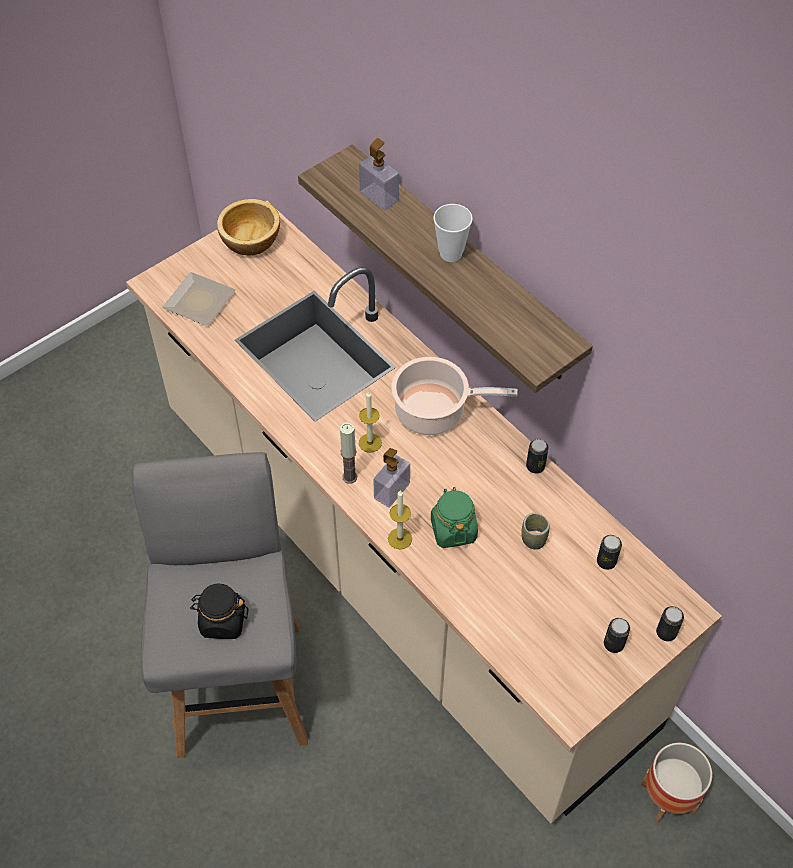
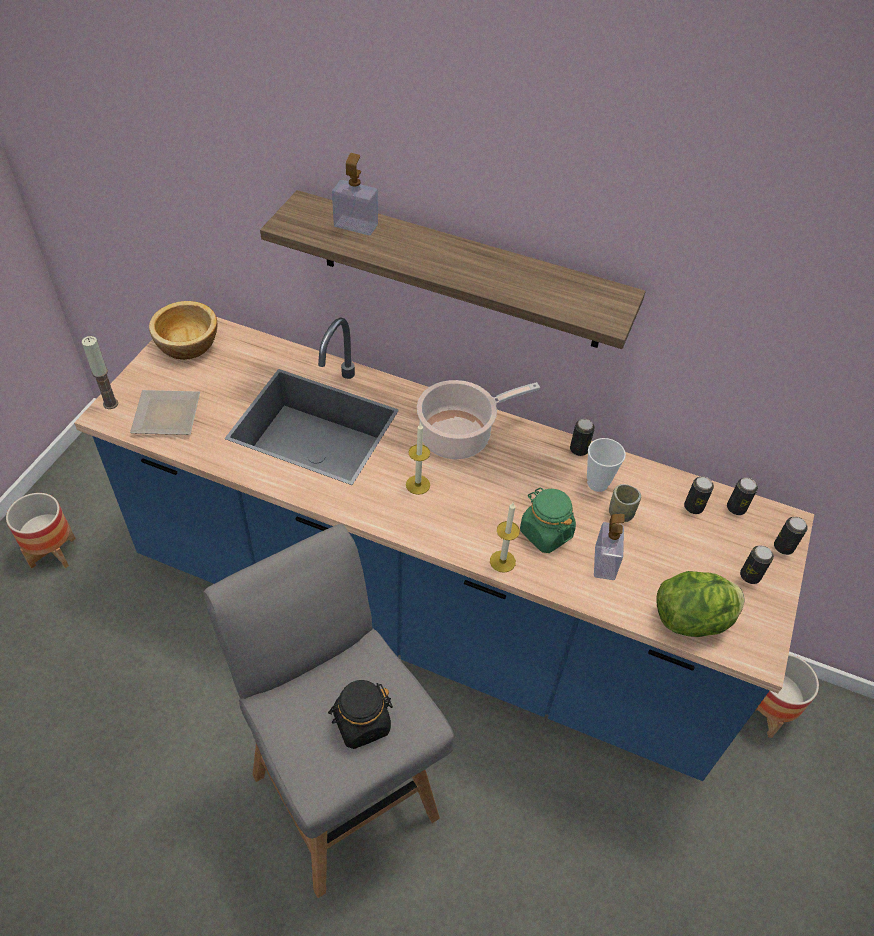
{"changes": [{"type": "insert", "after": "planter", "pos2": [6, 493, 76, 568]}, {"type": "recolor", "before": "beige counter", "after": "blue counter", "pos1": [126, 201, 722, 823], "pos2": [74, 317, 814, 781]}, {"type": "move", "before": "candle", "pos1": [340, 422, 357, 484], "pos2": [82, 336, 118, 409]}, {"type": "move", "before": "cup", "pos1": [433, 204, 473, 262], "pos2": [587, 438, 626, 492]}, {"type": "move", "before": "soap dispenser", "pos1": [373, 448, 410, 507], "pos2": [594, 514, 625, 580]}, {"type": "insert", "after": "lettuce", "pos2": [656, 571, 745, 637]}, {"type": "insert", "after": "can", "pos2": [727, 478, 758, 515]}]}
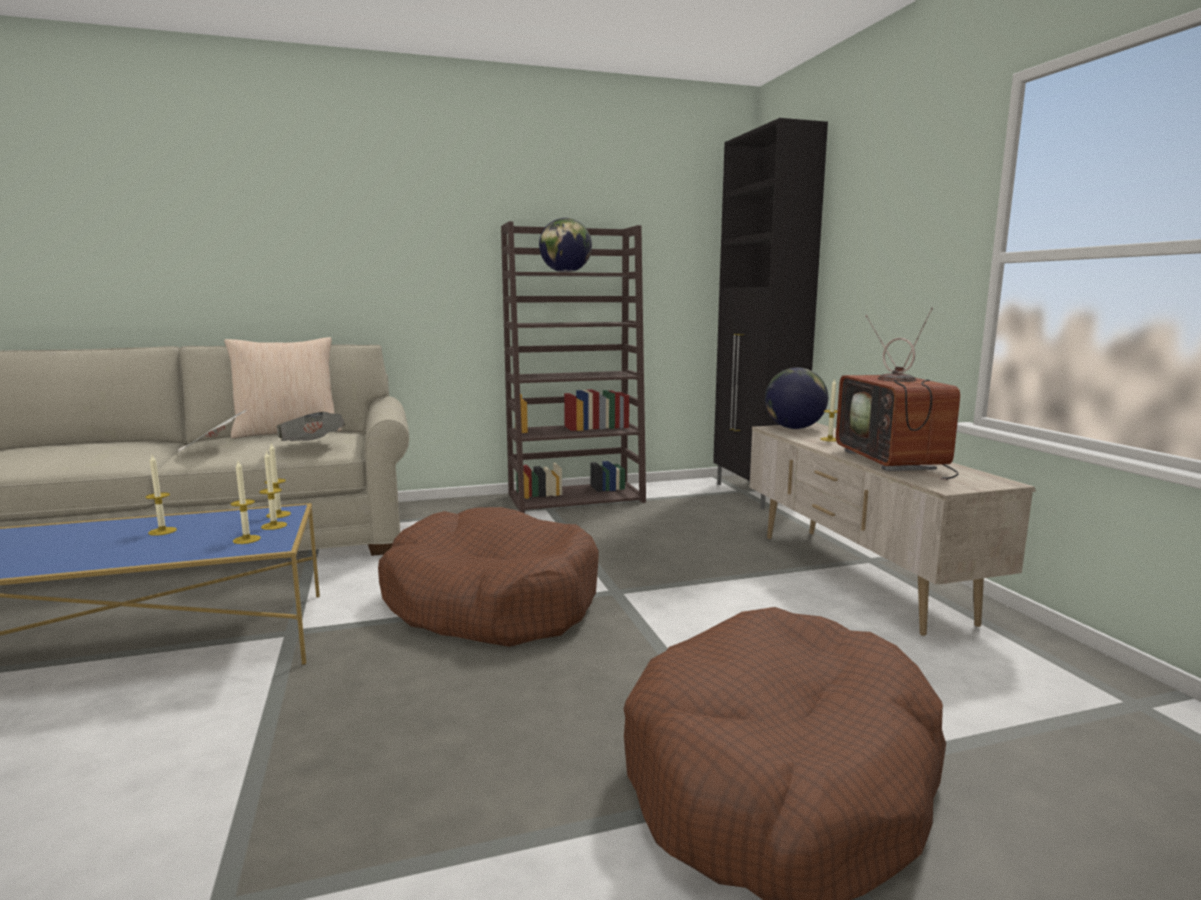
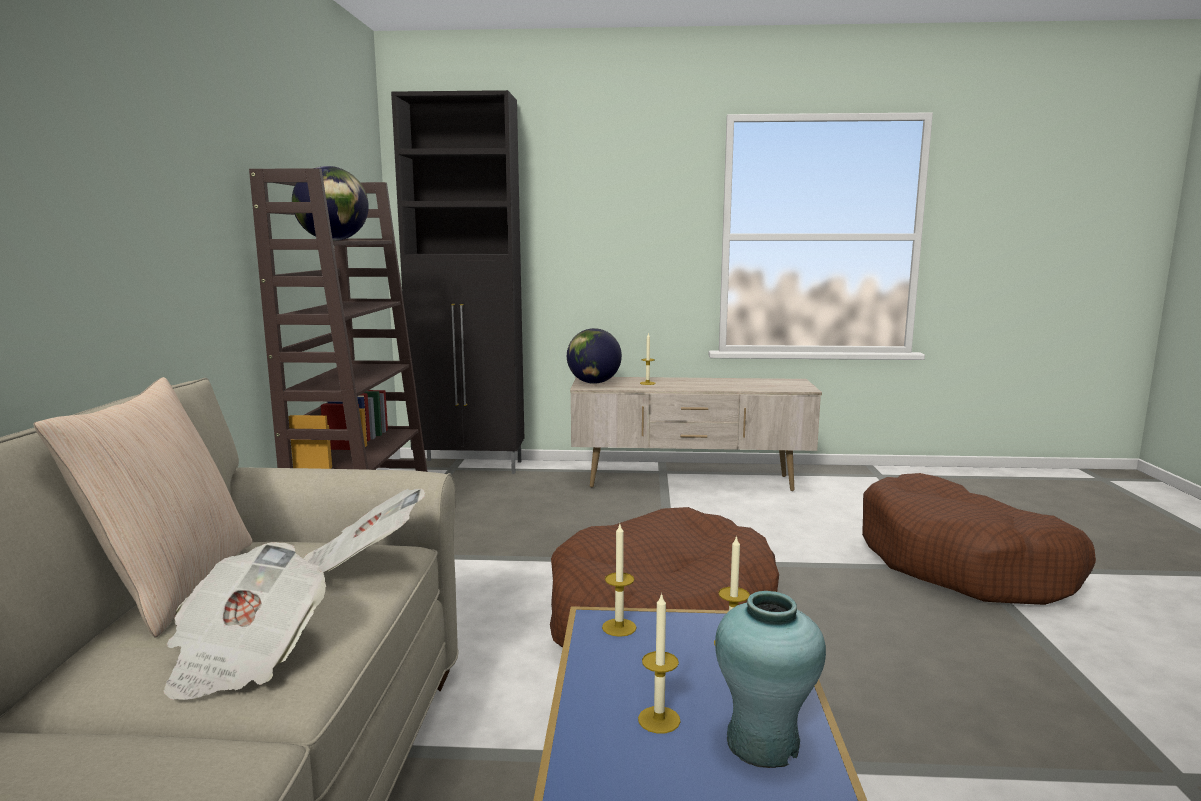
{"changes": [{"type": "insert", "after": "turquoise vase", "pos2": [715, 591, 826, 768]}, {"type": "delete", "before": "candle", "pos1": [259, 450, 287, 530]}, {"type": "delete", "before": "television", "pos1": [836, 307, 960, 480]}]}
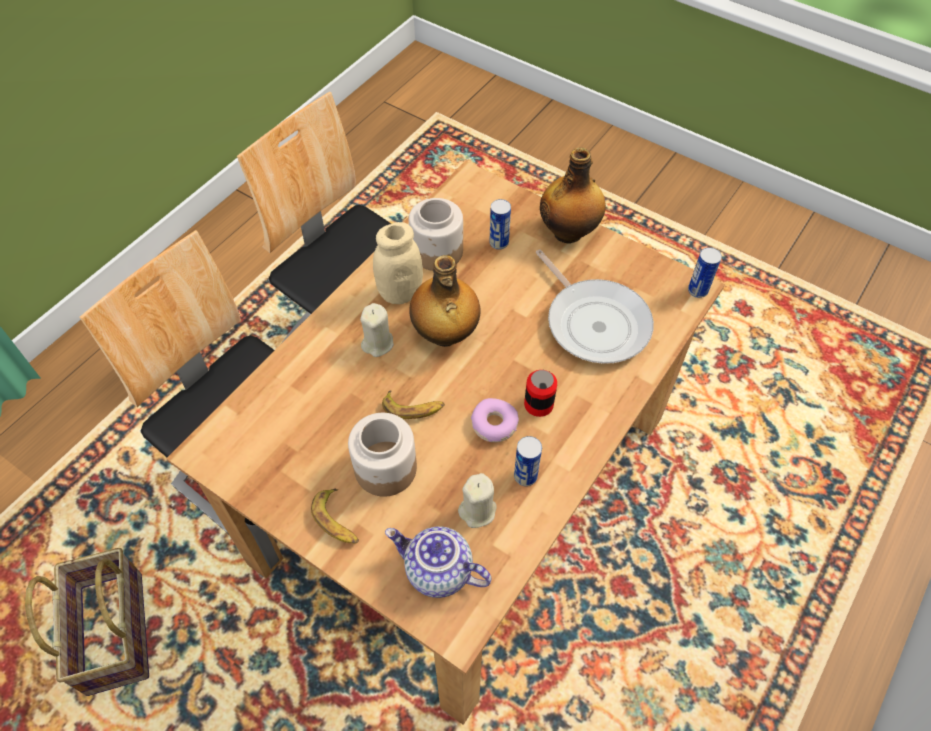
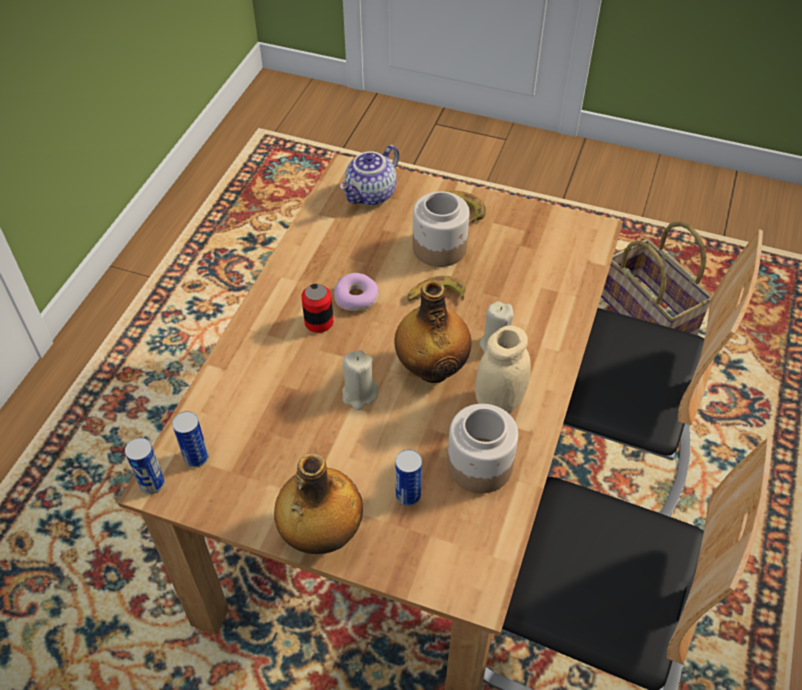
{"changes": [{"type": "move", "before": "can", "pos1": [514, 436, 542, 486], "pos2": [172, 411, 209, 468]}, {"type": "rotate", "before": "teapot", "pos1": [385, 526, 492, 598], "pos2": [340, 145, 399, 206], "turn": 120}, {"type": "move", "before": "beige candle", "pos1": [458, 473, 497, 528], "pos2": [342, 350, 378, 410]}, {"type": "delete", "before": "frying pan", "pos1": [536, 249, 654, 364]}]}
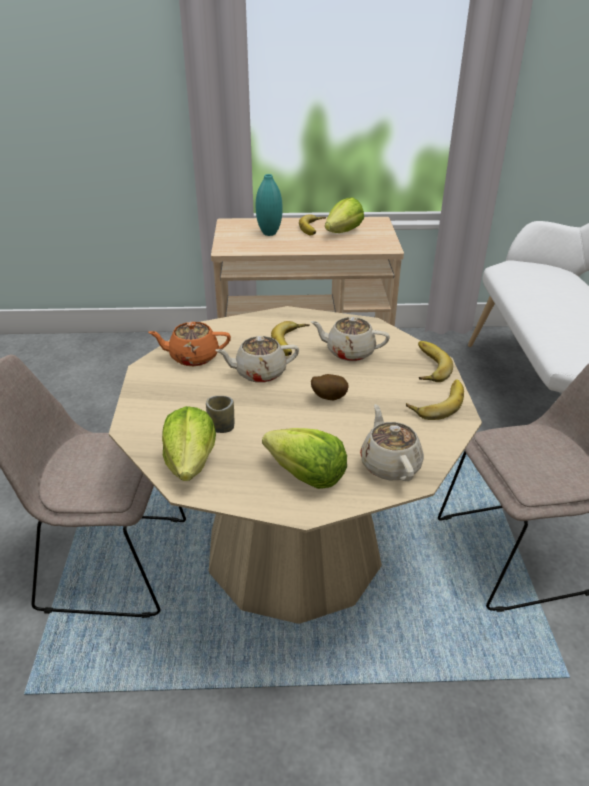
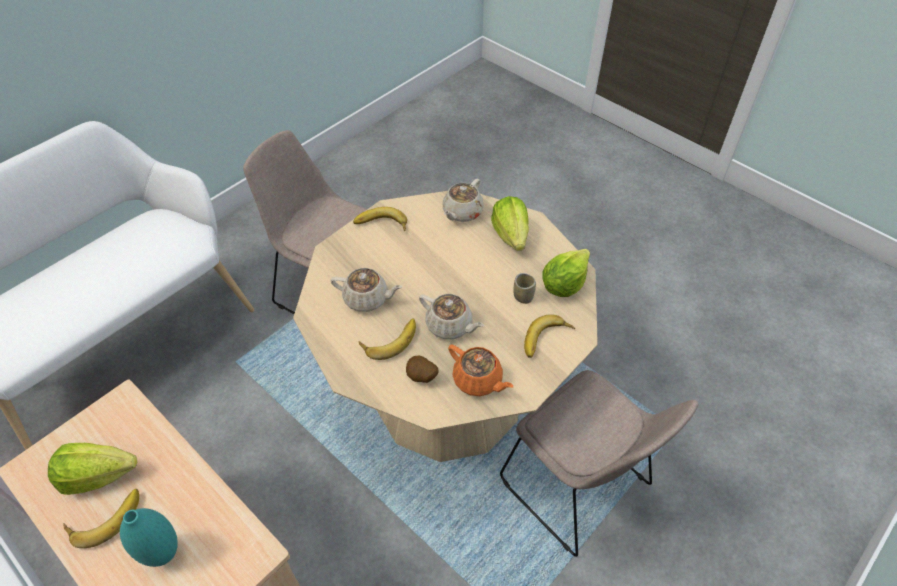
{"changes": [{"type": "rotate", "before": "beige teapot", "pos1": [310, 317, 390, 361], "pos2": [331, 268, 402, 312], "turn": -45}, {"type": "move", "before": "potato", "pos1": [311, 374, 349, 400], "pos2": [406, 356, 439, 383]}, {"type": "move", "before": "banana", "pos1": [418, 341, 453, 382], "pos2": [524, 314, 575, 358]}]}
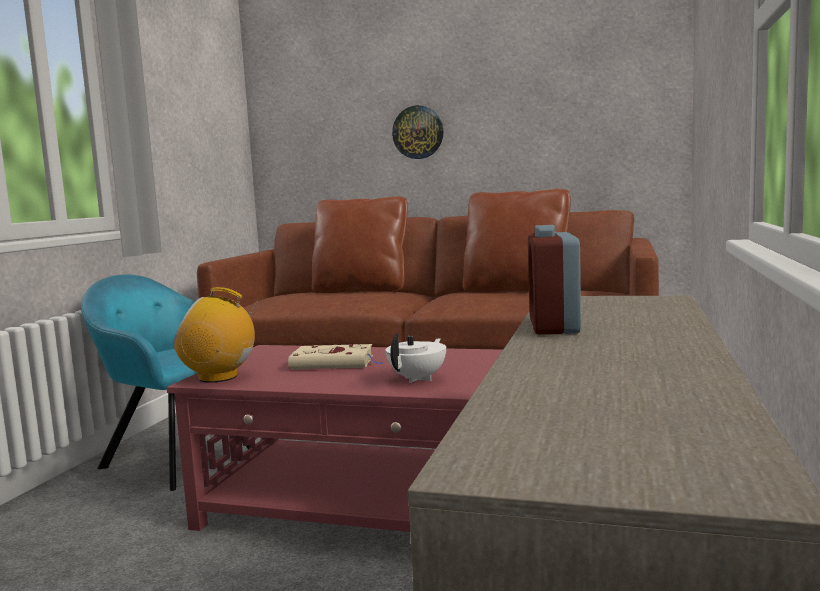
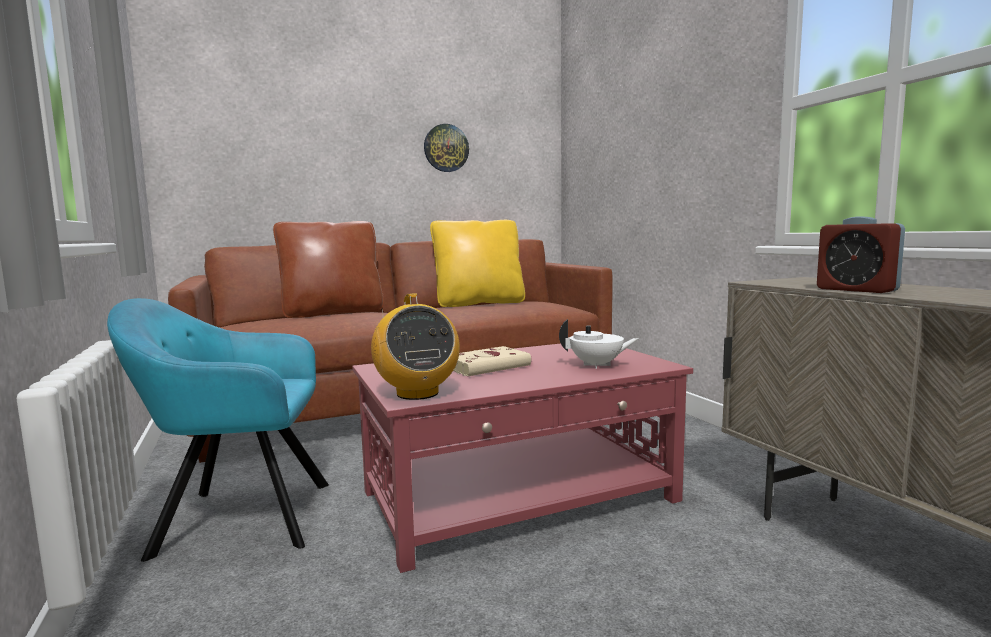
{"changes": [{"type": "rotate", "before": "radio", "pos1": [173, 287, 259, 383], "pos2": [371, 293, 460, 400], "turn": -75}, {"type": "move", "before": "wall clock", "pos1": [392, 105, 444, 159], "pos2": [424, 124, 469, 172]}, {"type": "recolor", "before": "brown pillow", "after": "yellow pillow", "pos1": [463, 189, 571, 292], "pos2": [430, 220, 525, 307]}, {"type": "rotate", "before": "white teapot", "pos1": [386, 333, 446, 383], "pos2": [559, 319, 639, 369], "turn": 105}]}
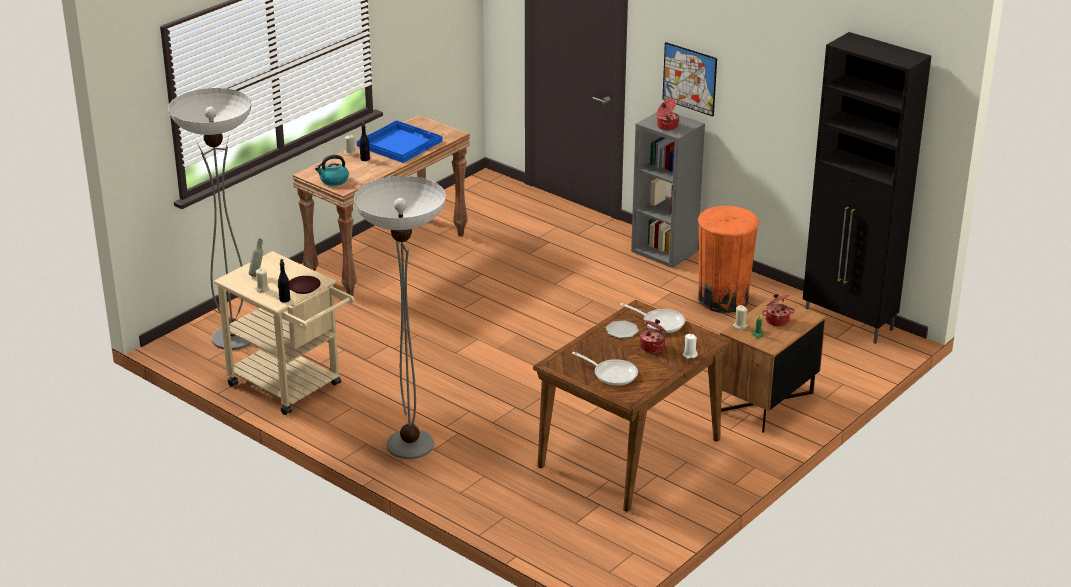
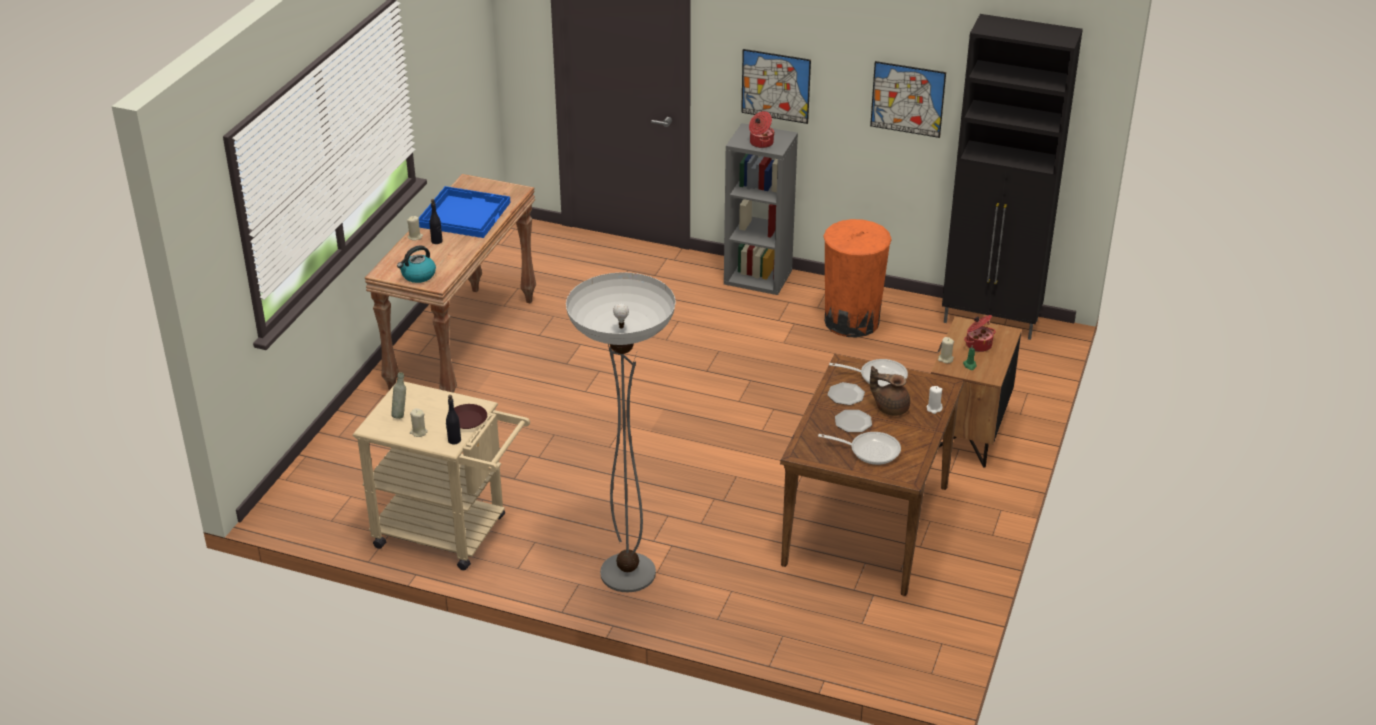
{"changes": [{"type": "insert", "after": "plate", "pos2": [835, 410, 872, 432]}, {"type": "insert", "after": "picture", "pos2": [870, 61, 946, 138]}, {"type": "replace", "before": "cooking pot", "after": "brown teapot", "pos1": [640, 319, 667, 353], "pos2": [870, 366, 910, 416]}, {"type": "delete", "before": "floor lamp", "pos1": [168, 88, 252, 350]}]}
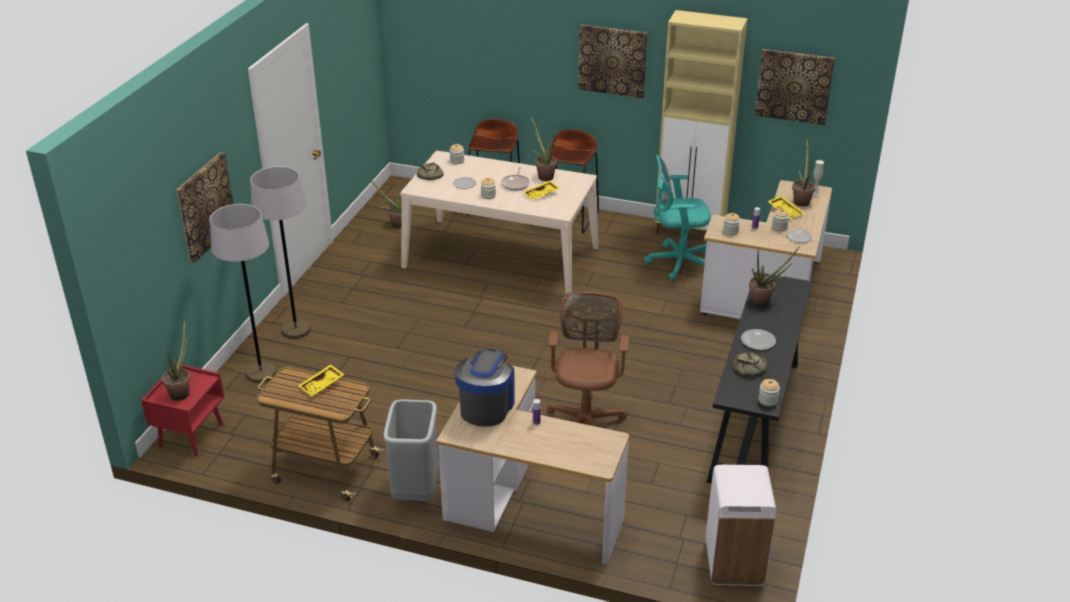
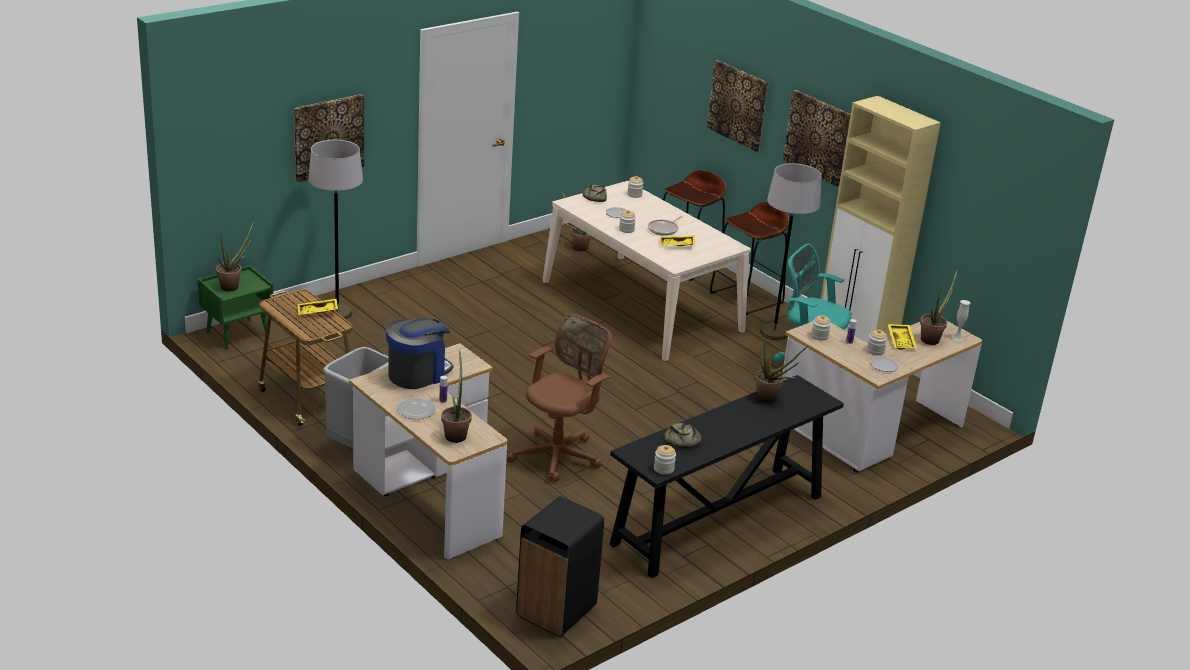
{"changes": [{"type": "recolor", "before": "red nightstand", "after": "green nightstand", "pos1": [141, 364, 224, 456], "pos2": [198, 265, 274, 349]}, {"type": "move", "before": "plate", "pos1": [741, 329, 776, 350], "pos2": [397, 398, 436, 419]}, {"type": "move", "before": "potted plant", "pos1": [531, 117, 557, 181], "pos2": [441, 350, 472, 443]}, {"type": "recolor", "before": "white trash can", "after": "black trash can", "pos1": [706, 465, 777, 586], "pos2": [516, 497, 604, 636]}, {"type": "move", "before": "picture", "pos1": [755, 49, 835, 125], "pos2": [707, 60, 768, 152]}, {"type": "move", "before": "grey floor lamp", "pos1": [250, 166, 311, 339], "pos2": [760, 163, 822, 340]}]}
